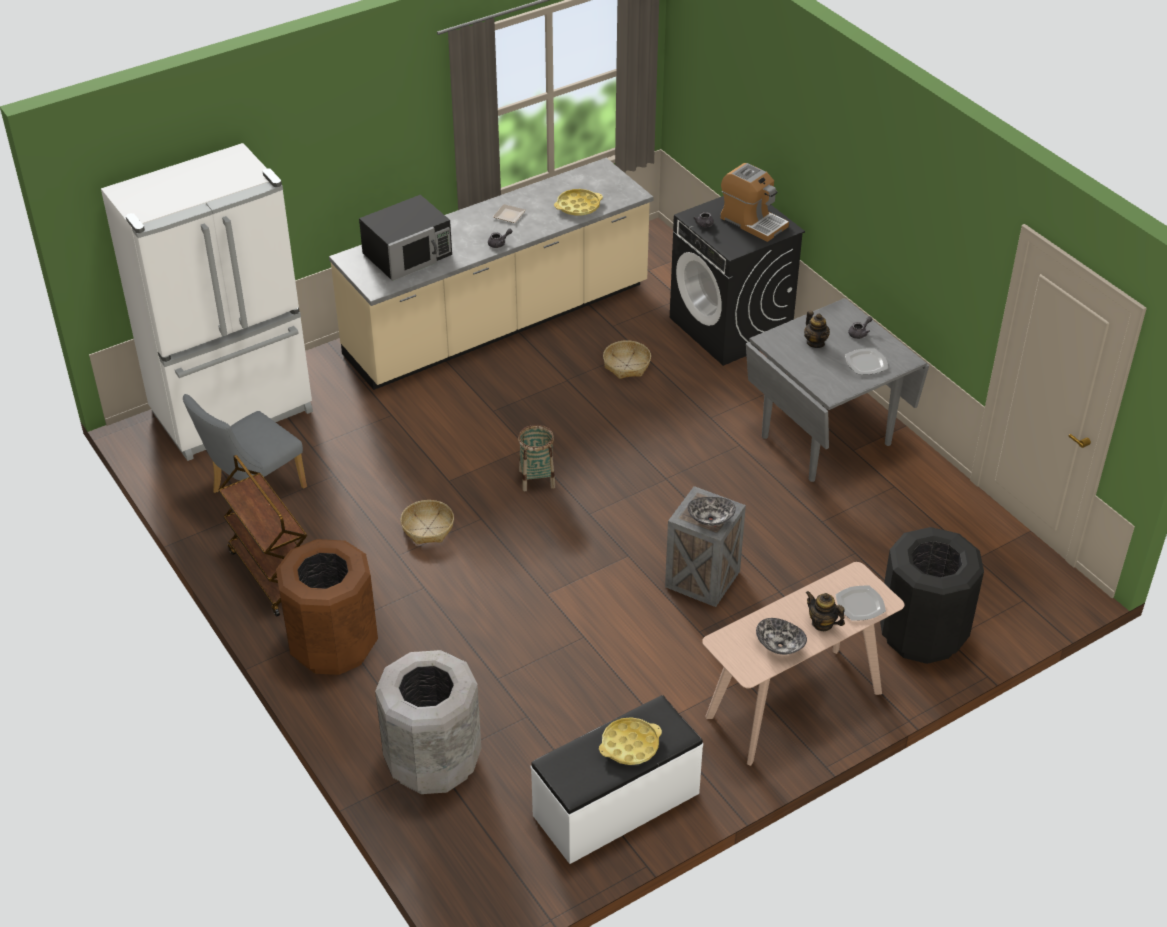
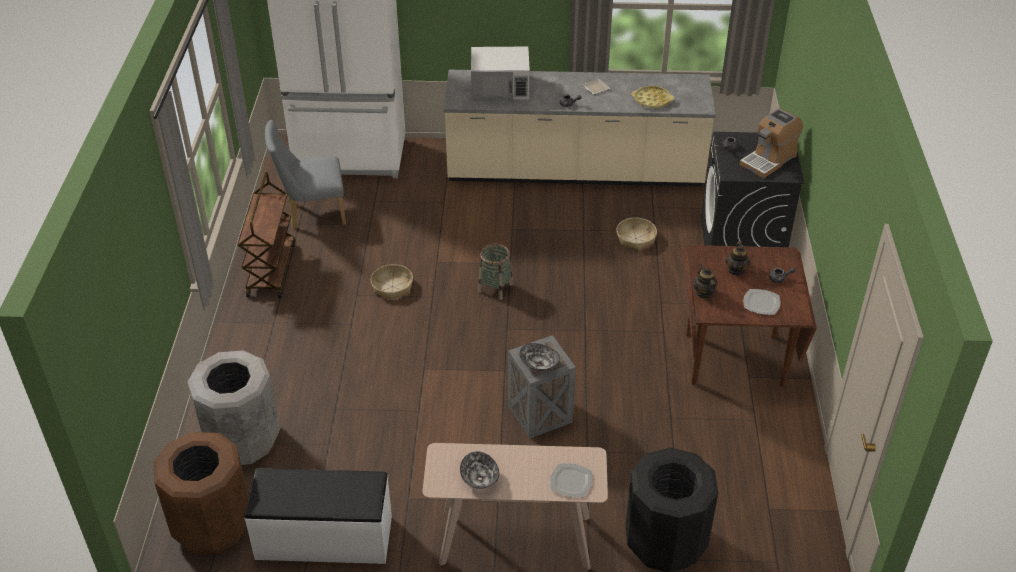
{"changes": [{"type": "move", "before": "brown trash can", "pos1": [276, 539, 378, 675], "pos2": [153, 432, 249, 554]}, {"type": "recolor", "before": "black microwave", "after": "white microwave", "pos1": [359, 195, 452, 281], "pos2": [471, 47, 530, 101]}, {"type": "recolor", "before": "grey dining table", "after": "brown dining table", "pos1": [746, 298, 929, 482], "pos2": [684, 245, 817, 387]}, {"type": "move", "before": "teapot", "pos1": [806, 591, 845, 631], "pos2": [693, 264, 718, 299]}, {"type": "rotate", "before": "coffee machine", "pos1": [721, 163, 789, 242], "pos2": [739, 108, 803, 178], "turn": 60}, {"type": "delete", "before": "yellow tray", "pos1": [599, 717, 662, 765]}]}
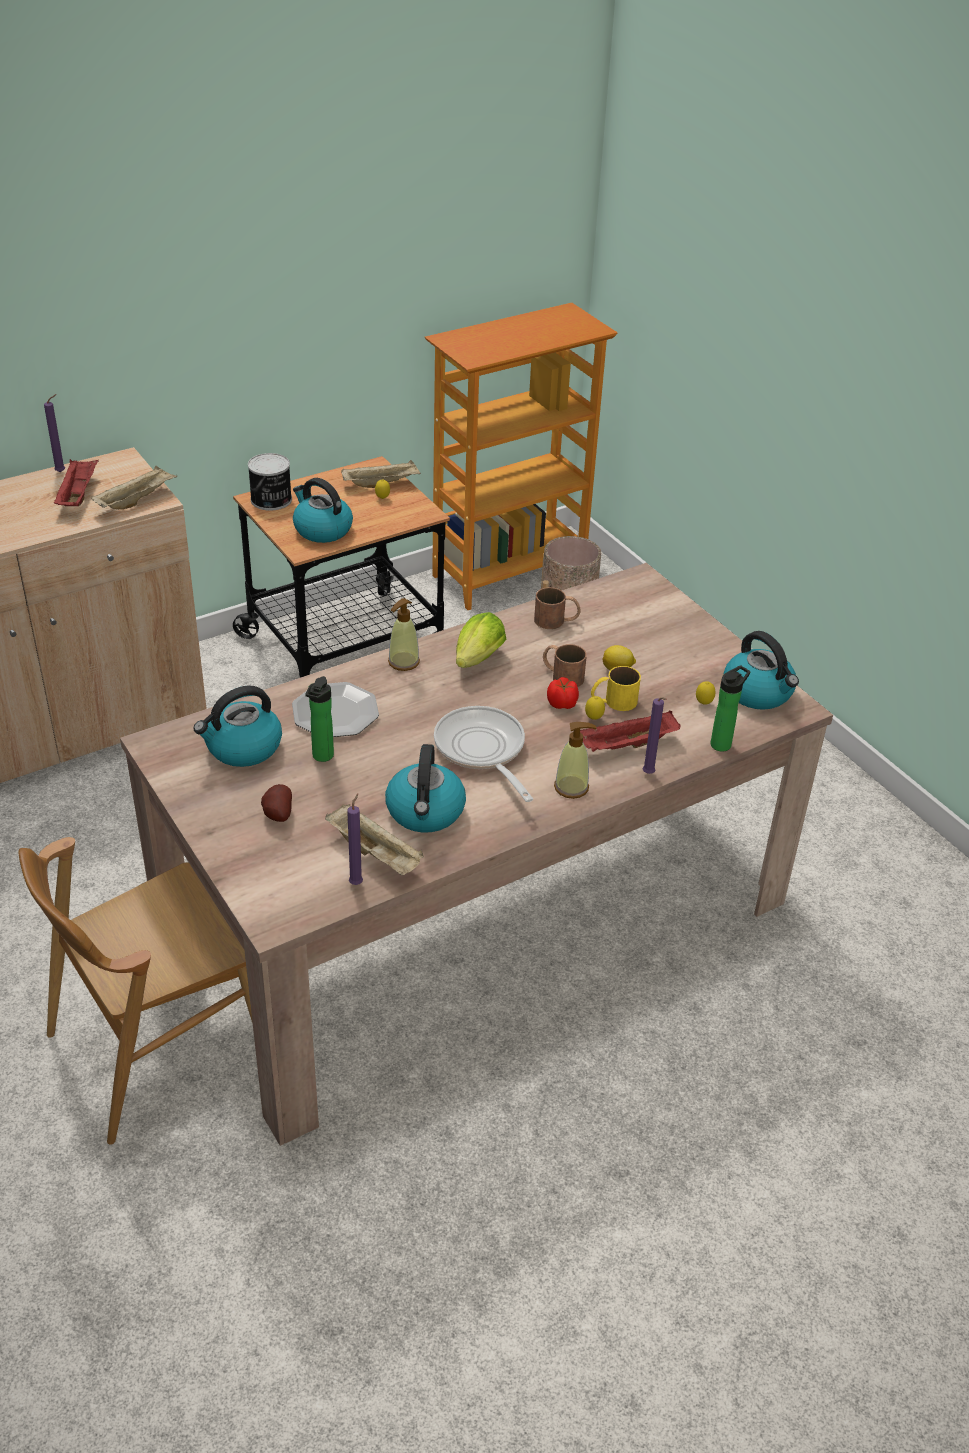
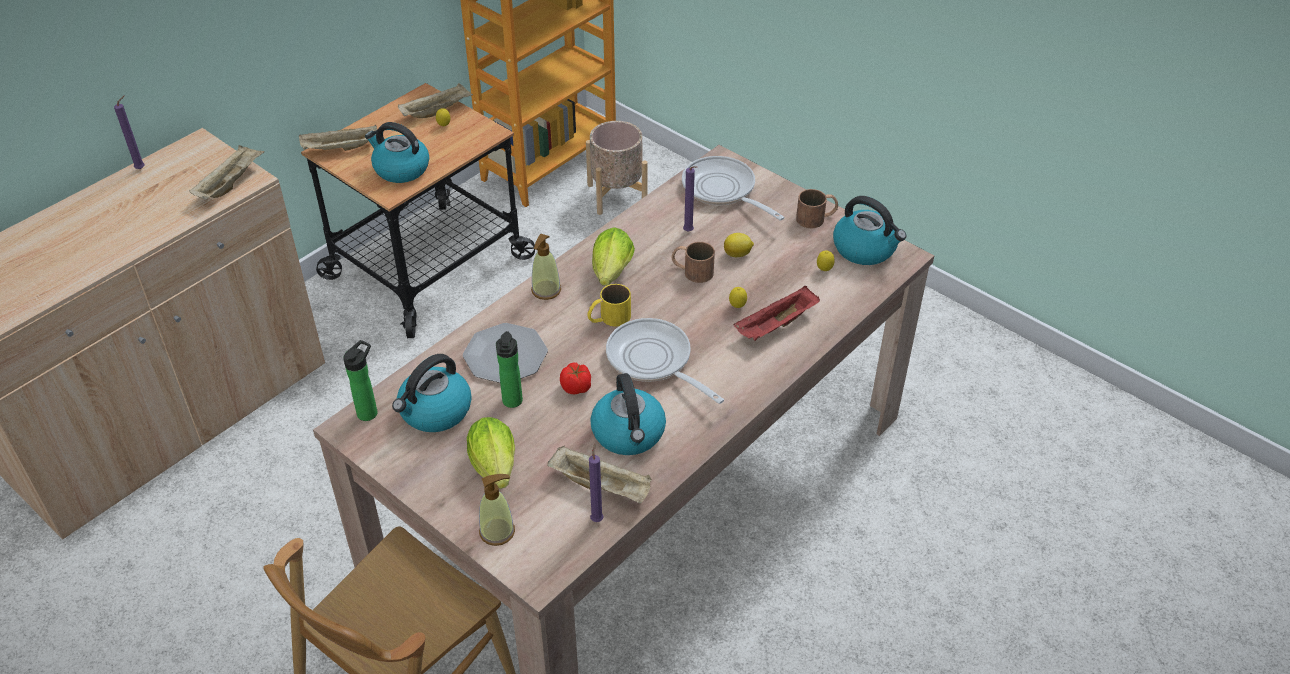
{"changes": [{"type": "replace", "before": "can", "after": "beige tray", "pos1": [248, 453, 292, 511], "pos2": [299, 125, 377, 151]}, {"type": "move", "before": "bottle", "pos1": [710, 665, 750, 752], "pos2": [343, 340, 377, 421]}, {"type": "replace", "before": "potato", "after": "lettuce", "pos1": [261, 784, 292, 822], "pos2": [467, 417, 515, 489]}, {"type": "move", "before": "soap dispenser", "pos1": [554, 722, 597, 799], "pos2": [479, 474, 515, 546]}, {"type": "move", "before": "tomato", "pos1": [547, 677, 579, 709], "pos2": [560, 363, 591, 394]}, {"type": "move", "before": "yellow mug", "pos1": [591, 666, 641, 711], "pos2": [588, 284, 631, 327]}, {"type": "insert", "after": "frying pan", "pos2": [682, 156, 785, 220]}, {"type": "move", "before": "purple candle", "pos1": [643, 697, 667, 774], "pos2": [683, 166, 697, 232]}, {"type": "move", "before": "brown mug", "pos1": [534, 587, 581, 629], "pos2": [796, 189, 838, 228]}, {"type": "delete", "before": "red tray", "pos1": [54, 459, 99, 506]}]}
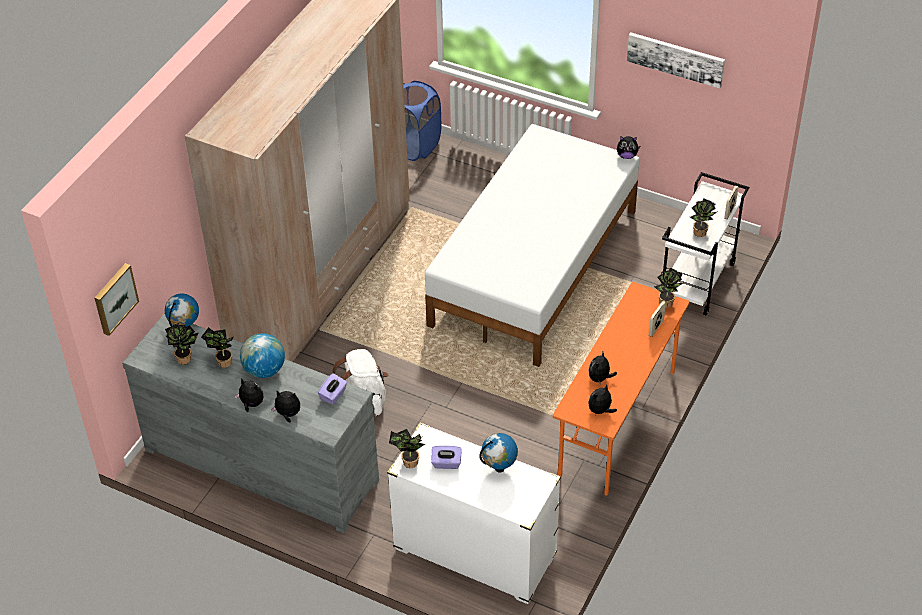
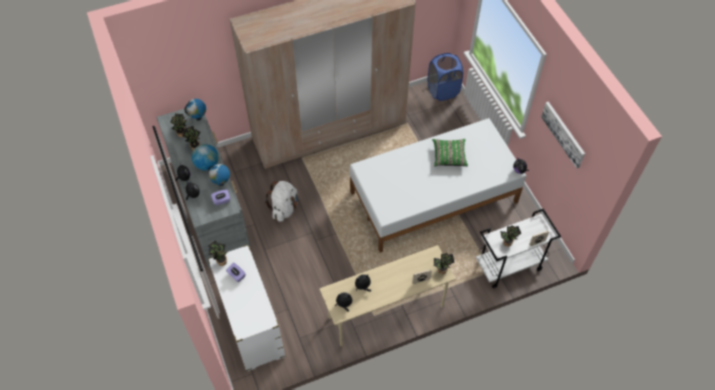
{"changes": [{"type": "move", "before": "globe", "pos1": [480, 433, 518, 473], "pos2": [209, 164, 230, 186]}, {"type": "recolor", "before": "orange desk", "after": "beige desk", "pos1": [553, 282, 690, 496], "pos2": [320, 245, 456, 347]}, {"type": "insert", "after": "green pillow", "pos2": [432, 139, 468, 167]}, {"type": "delete", "before": "picture", "pos1": [94, 263, 139, 336]}]}
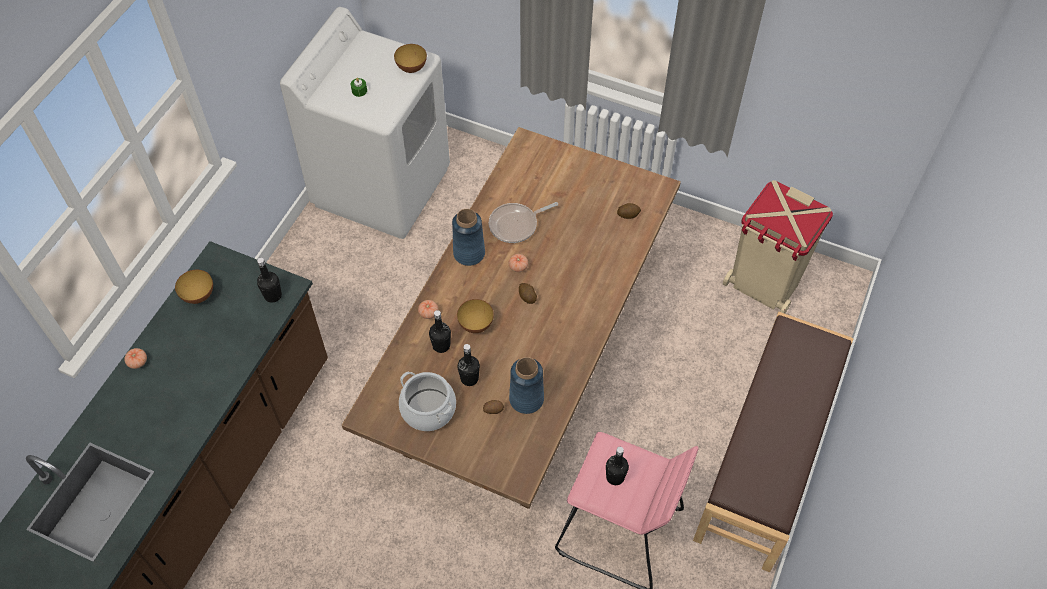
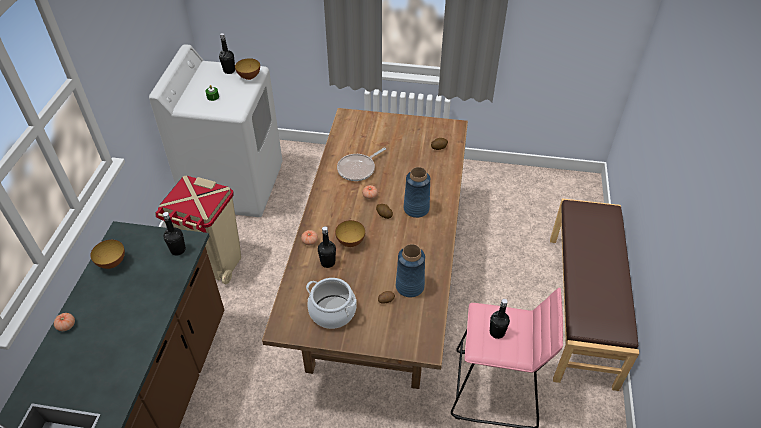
{"changes": [{"type": "move", "before": "beige trash can", "pos1": [723, 180, 833, 314], "pos2": [155, 176, 241, 284]}, {"type": "move", "before": "black bottle", "pos1": [457, 344, 480, 386], "pos2": [219, 33, 235, 74]}, {"type": "move", "before": "blue vase", "pos1": [452, 209, 485, 266], "pos2": [404, 167, 430, 218]}]}
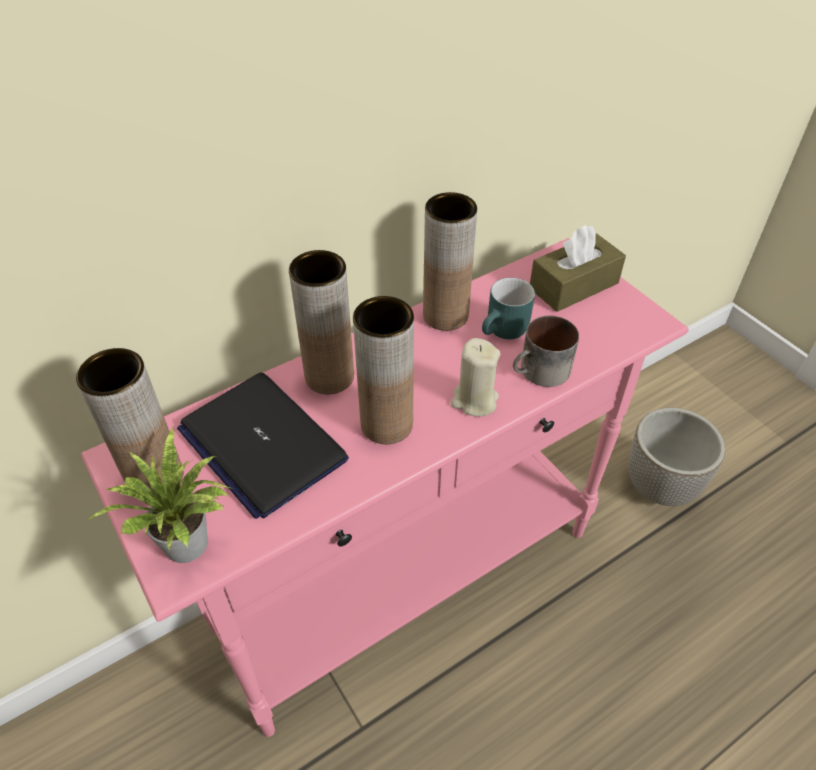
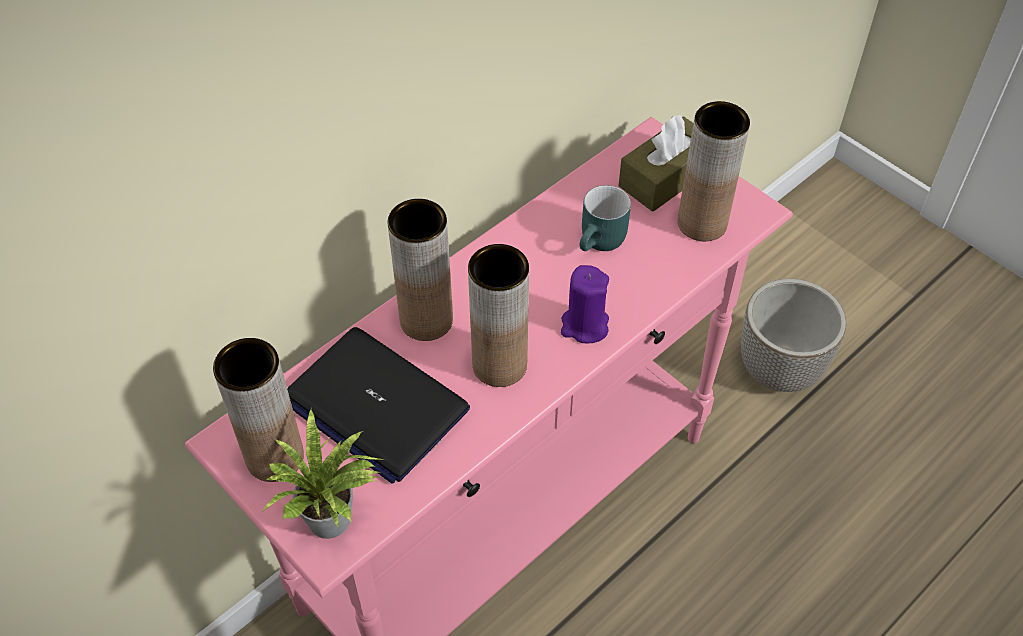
{"changes": [{"type": "recolor", "before": "beige candle", "after": "purple candle", "pos1": [451, 338, 500, 417], "pos2": [561, 265, 609, 344]}, {"type": "move", "before": "brown vase", "pos1": [423, 192, 477, 331], "pos2": [678, 101, 750, 241]}, {"type": "delete", "before": "mug", "pos1": [513, 316, 579, 387]}]}
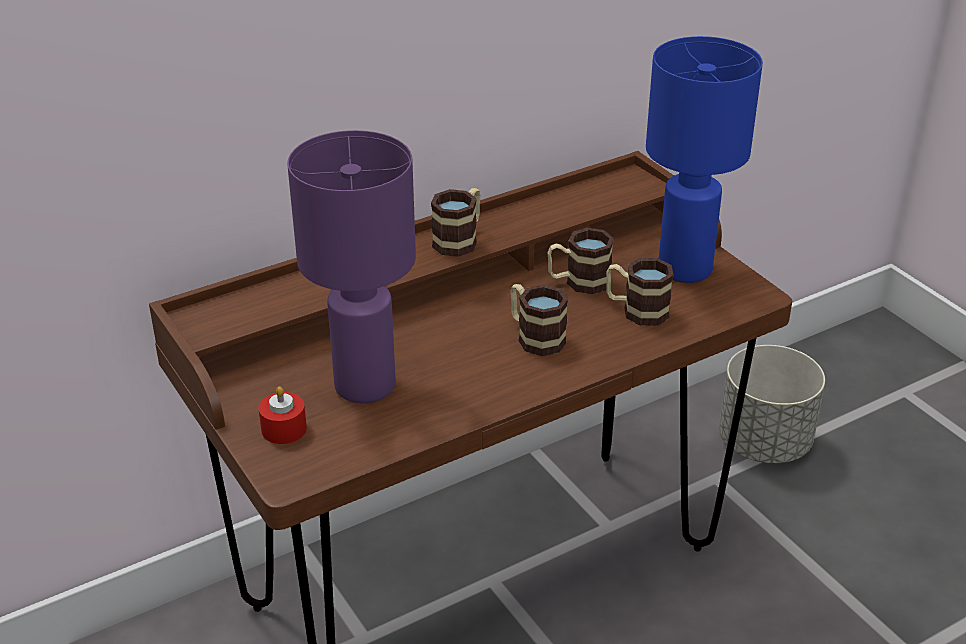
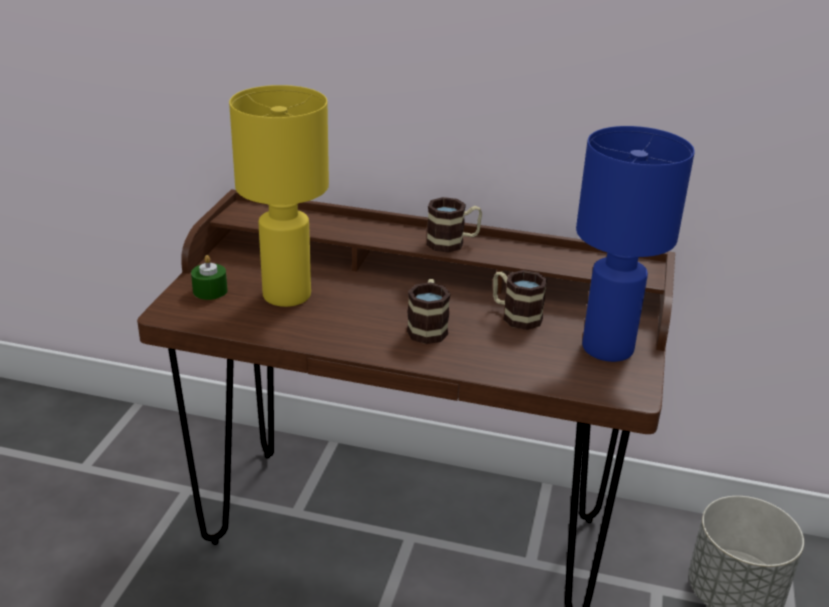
{"changes": [{"type": "recolor", "before": "red candle", "after": "green candle", "pos1": [259, 386, 307, 444], "pos2": [191, 255, 227, 300]}, {"type": "recolor", "before": "purple table lamp", "after": "yellow table lamp", "pos1": [287, 130, 416, 403], "pos2": [229, 85, 329, 307]}, {"type": "delete", "before": "mug", "pos1": [606, 258, 674, 326]}]}
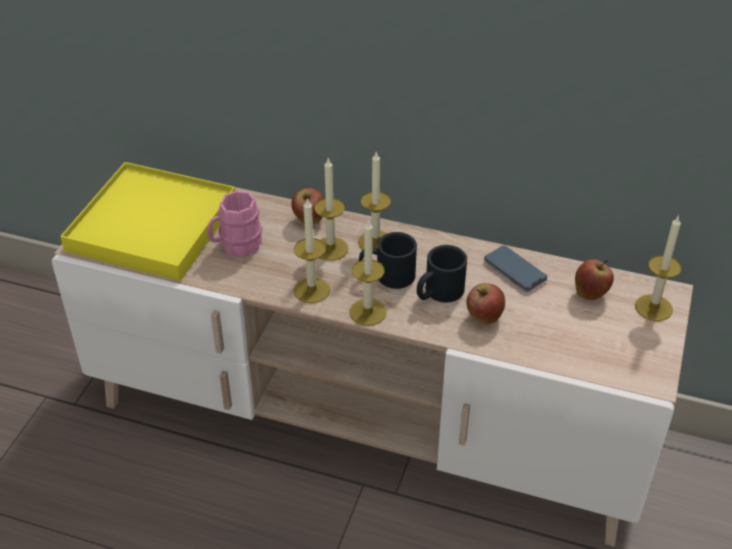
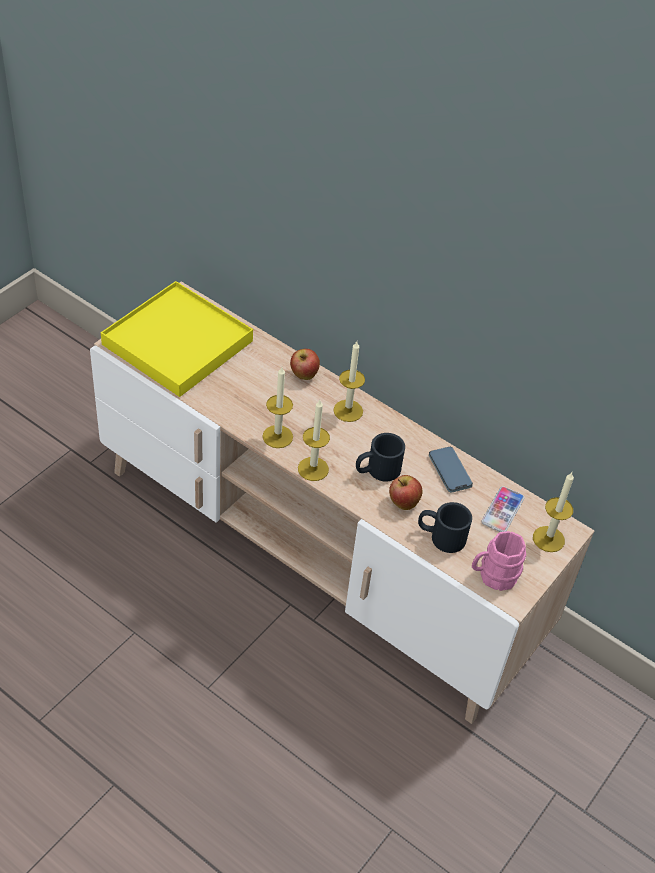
{"changes": [{"type": "move", "before": "black mug", "pos1": [359, 232, 417, 289], "pos2": [418, 502, 472, 553]}, {"type": "move", "before": "pink mug", "pos1": [207, 191, 262, 257], "pos2": [472, 531, 526, 591]}, {"type": "replace", "before": "apple", "after": "phone", "pos1": [575, 259, 614, 300], "pos2": [481, 486, 525, 532]}, {"type": "delete", "before": "candle", "pos1": [314, 158, 348, 261]}]}
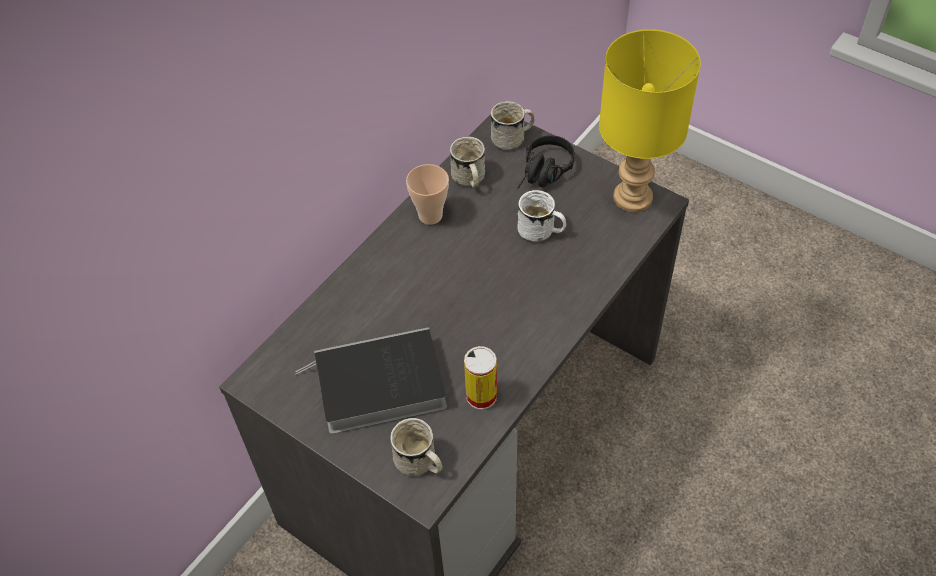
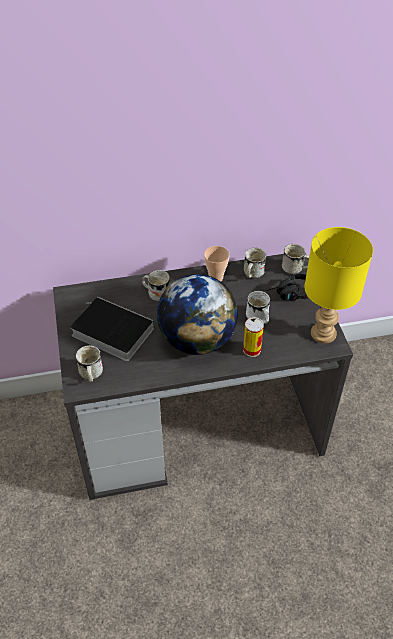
{"changes": [{"type": "insert", "after": "white mug", "pos2": [142, 270, 170, 301]}, {"type": "insert", "after": "globe", "pos2": [157, 274, 238, 355]}, {"type": "move", "before": "can", "pos1": [464, 346, 497, 410], "pos2": [243, 317, 264, 357]}]}
